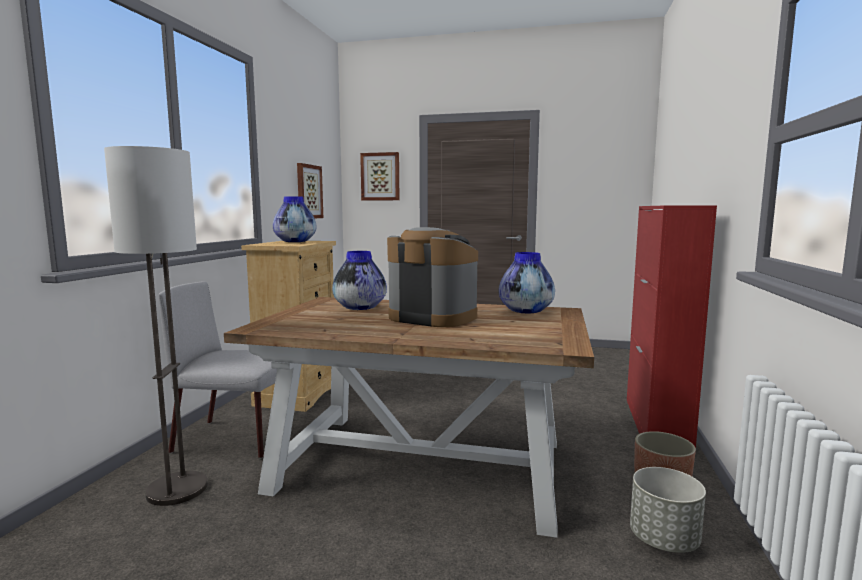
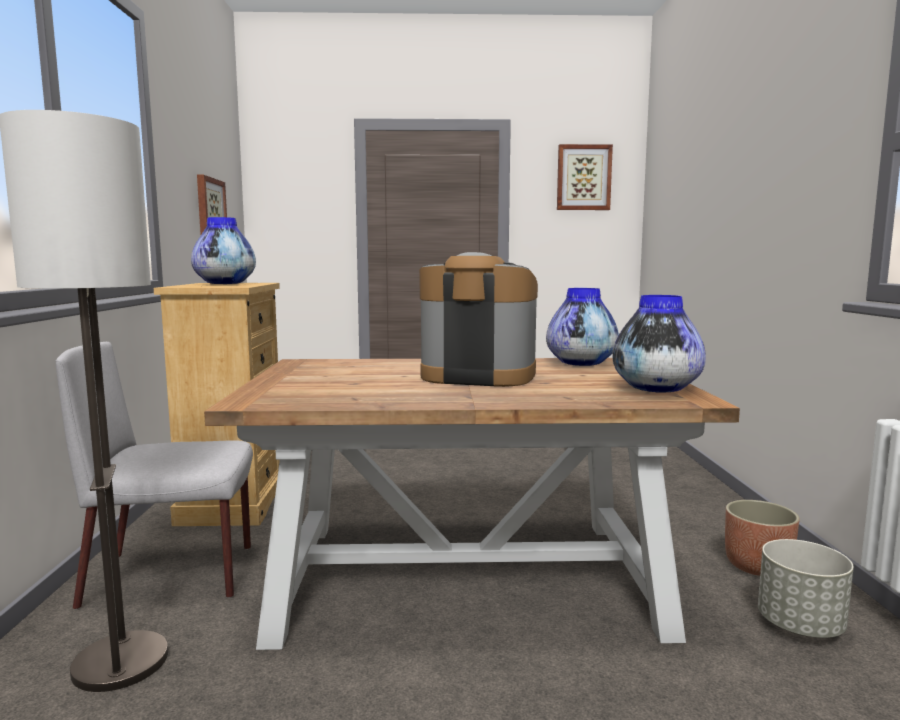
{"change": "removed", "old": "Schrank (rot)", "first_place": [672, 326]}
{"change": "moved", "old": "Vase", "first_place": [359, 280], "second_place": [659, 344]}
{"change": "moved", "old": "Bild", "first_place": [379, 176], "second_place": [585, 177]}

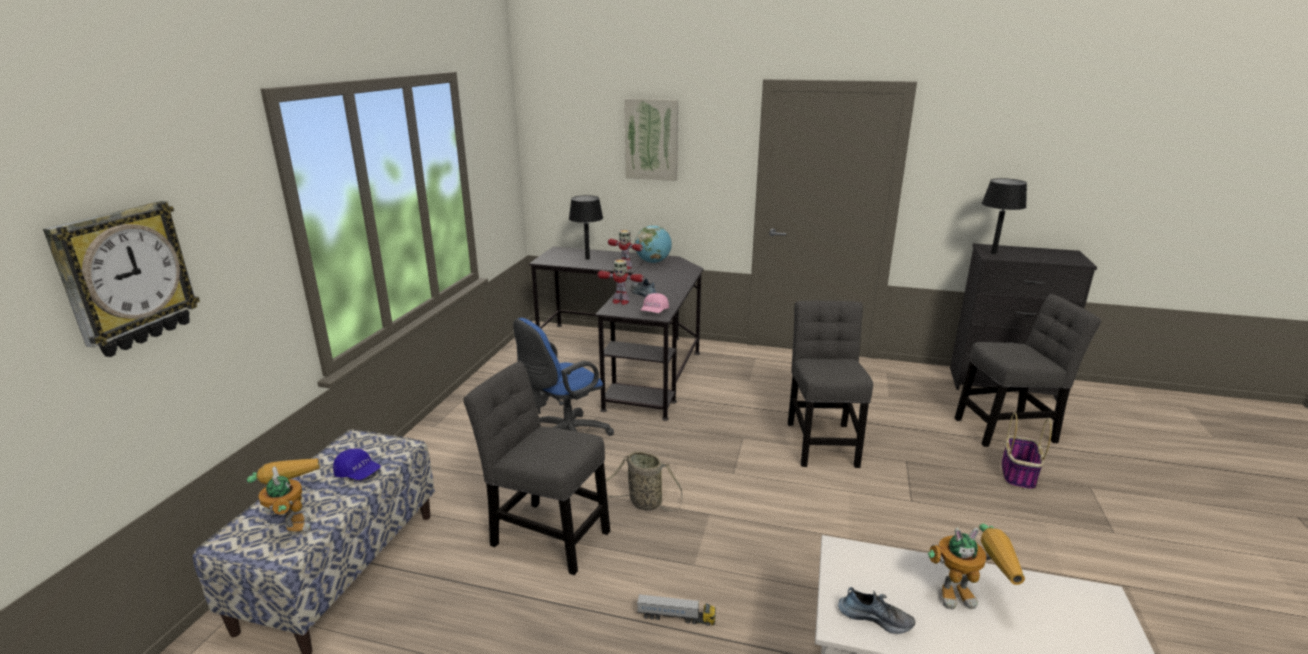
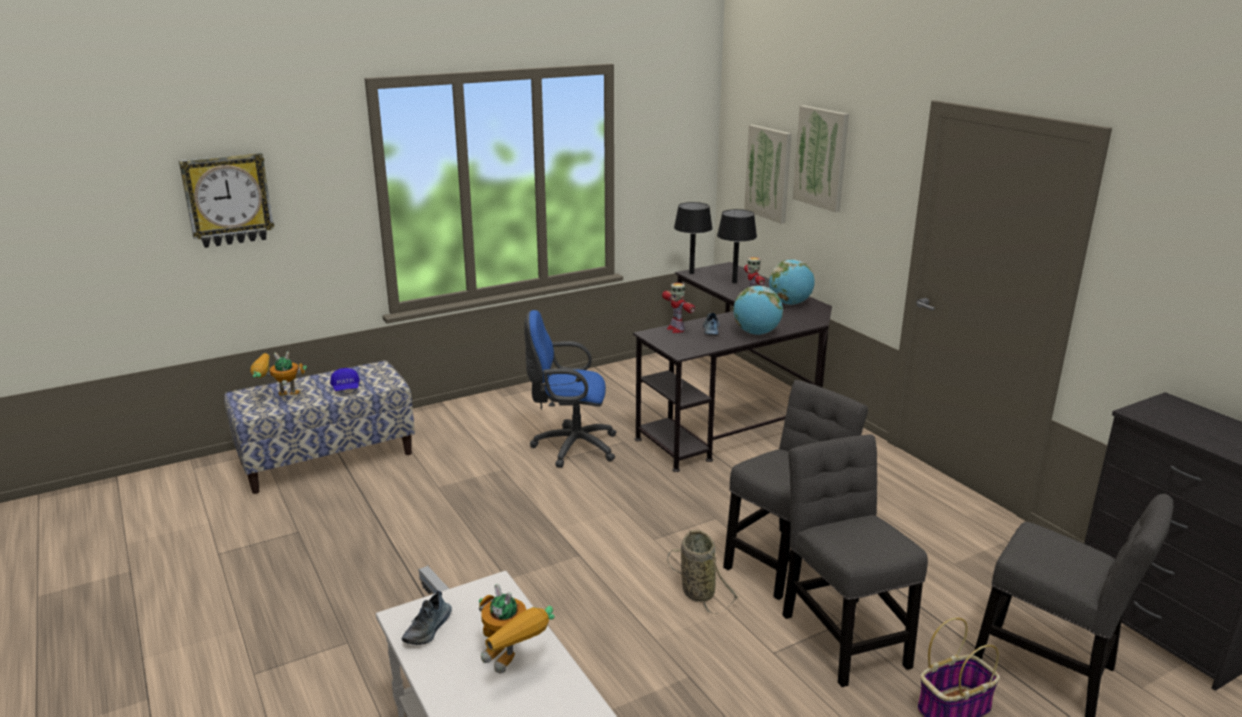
{"change": "removed", "old": "Kappe (rosa)", "first_place": [655, 303]}
{"change": "added", "new": "Globus", "second_place": [758, 310]}
{"change": "added", "new": "Bild", "second_place": [768, 174]}
{"change": "moved", "old": "Stuhl (grau)", "first_place": [536, 468], "second_place": [855, 560]}
{"change": "moved", "old": "Korb", "first_place": [644, 481], "second_place": [702, 572]}
{"change": "moved", "old": "Tischlampe (schwarz)", "first_place": [1004, 216], "second_place": [693, 238]}
{"change": "turned", "old": "Spielzeugroboter", "first_place": [283, 495], "second_place": [278, 374], "degrees": -120}
{"change": "turned", "old": "Schuh", "first_place": [876, 610], "second_place": [427, 617], "degrees": 45}

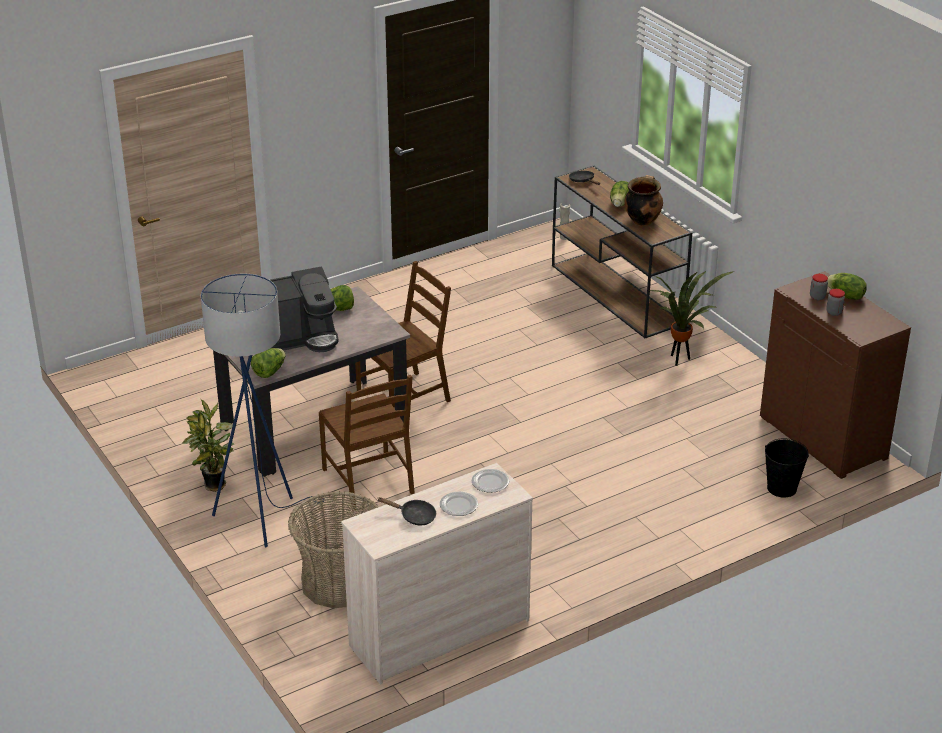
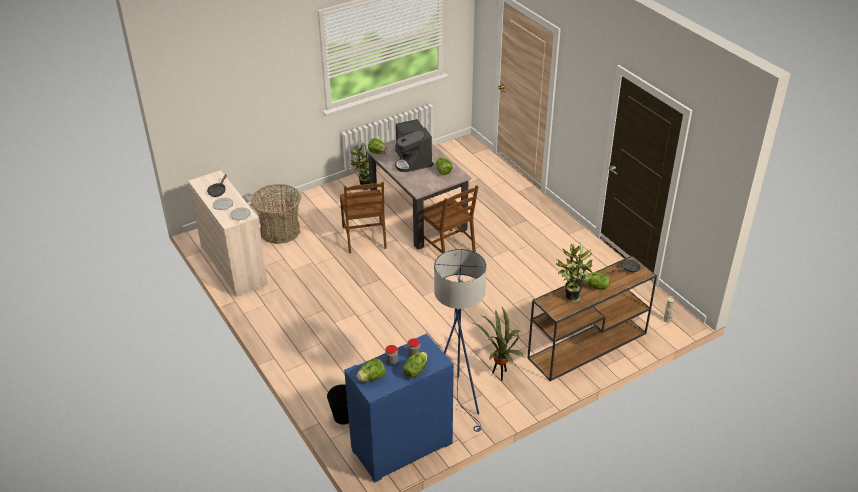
{"change": "added", "new": "Salatkopf", "second_place": [371, 369]}
{"change": "moved", "old": "Stehlampe (blau)", "first_place": [262, 410], "second_place": [460, 340]}
{"change": "replaced", "old": "Kochtopf", "new": "Topfpflanze", "first_place": [643, 200], "second_place": [574, 272]}
{"change": "recoloured", "old": "Schrank (braun)", "new": "Schrank (blau)", "first_place": [835, 375], "second_place": [399, 408]}
{"change": "turned", "old": "Stuhl (braun)", "first_place": [367, 442], "second_place": [363, 217], "degrees": -75}

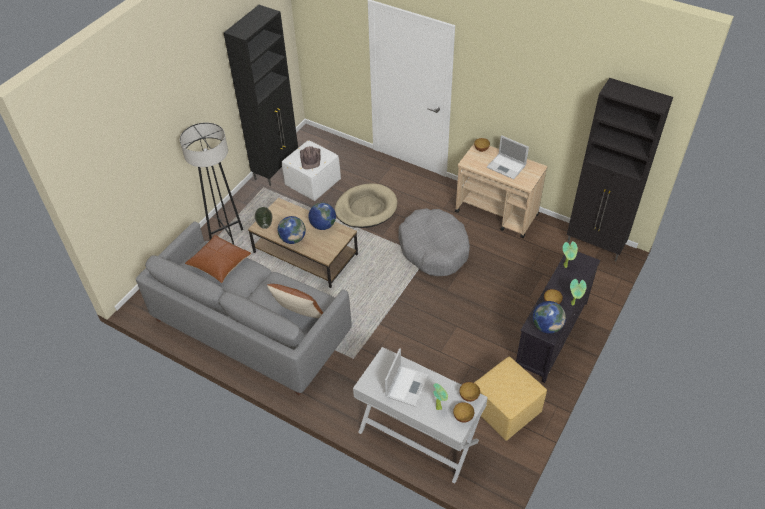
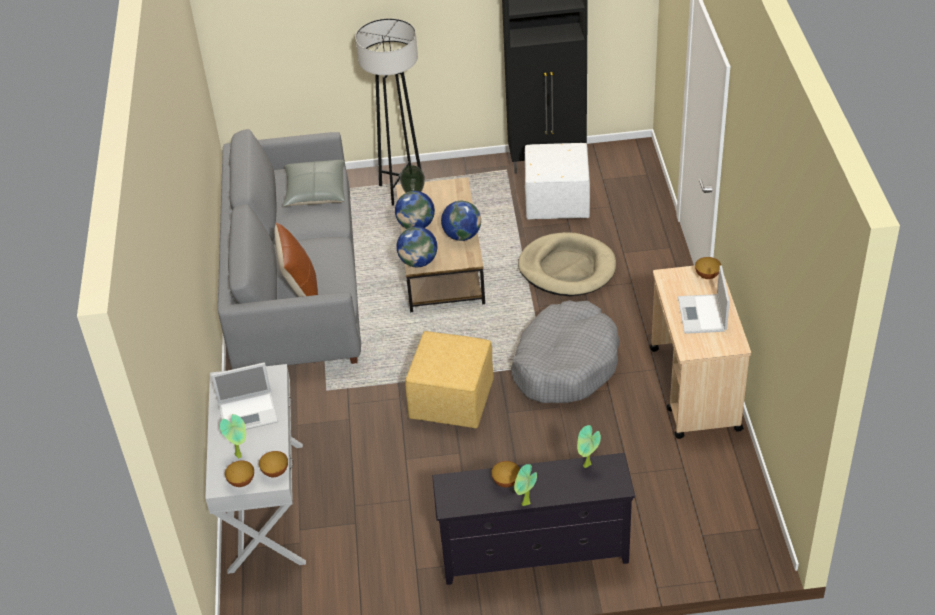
{"change": "removed", "old": "Hut (braun)", "first_place": [310, 157]}
{"change": "removed", "old": "Schrank (schwarz)", "first_place": [620, 169]}
{"change": "moved", "old": "Polsterhocker (gelb)", "first_place": [510, 399], "second_place": [449, 379]}
{"change": "moved", "old": "Globus", "first_place": [549, 317], "second_place": [417, 246]}
{"change": "recoloured", "old": "Kissen (braun)", "new": "Kissen (grau)", "first_place": [218, 259], "second_place": [314, 183]}

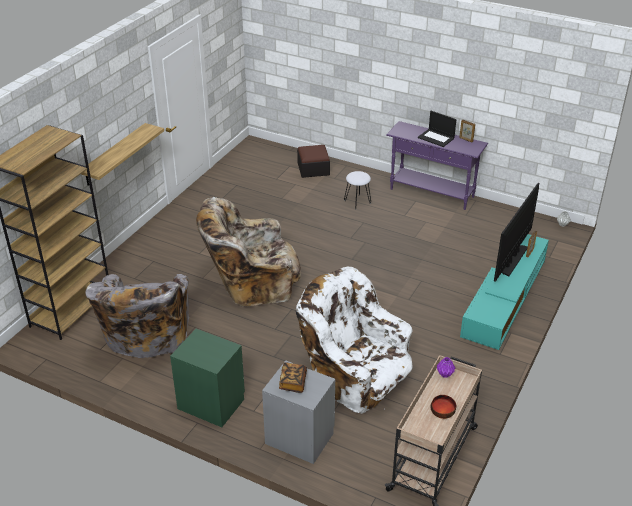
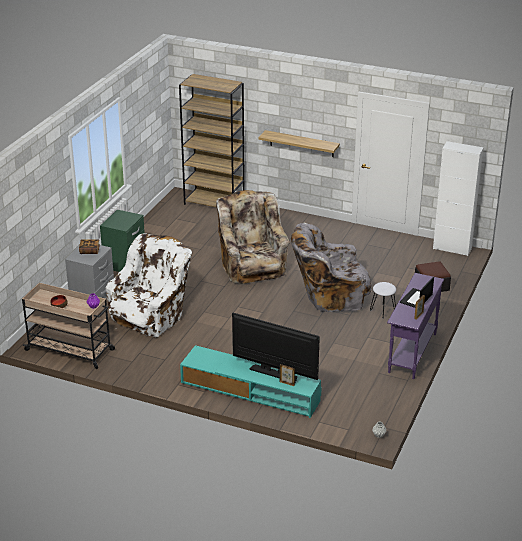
{"change": "added", "new": "Schrank (weiß)", "second_place": [458, 198]}
{"change": "moved", "old": "Sessel (grau)", "first_place": [137, 316], "second_place": [331, 267]}

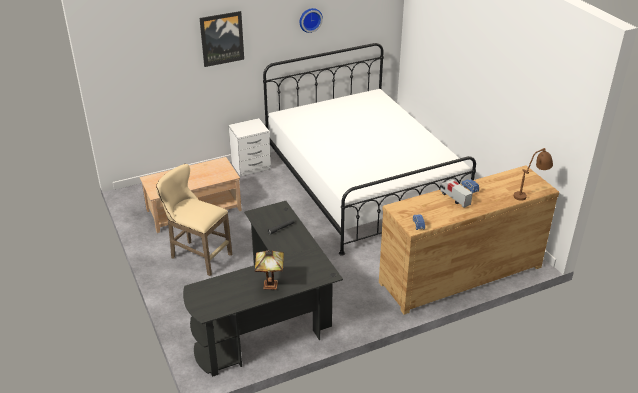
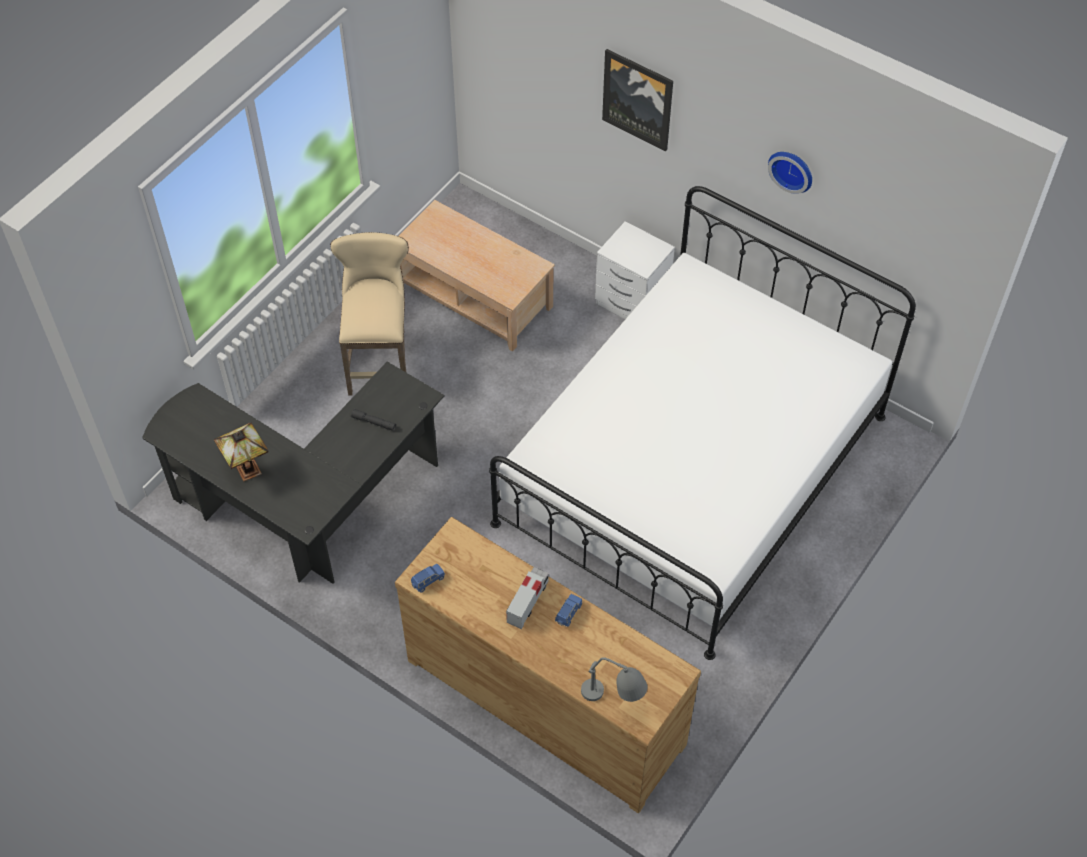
{"change": "recoloured", "old": "Tischlampe (braun)", "new": "Tischlampe (grau)", "first_place": [533, 174], "second_place": [614, 679]}

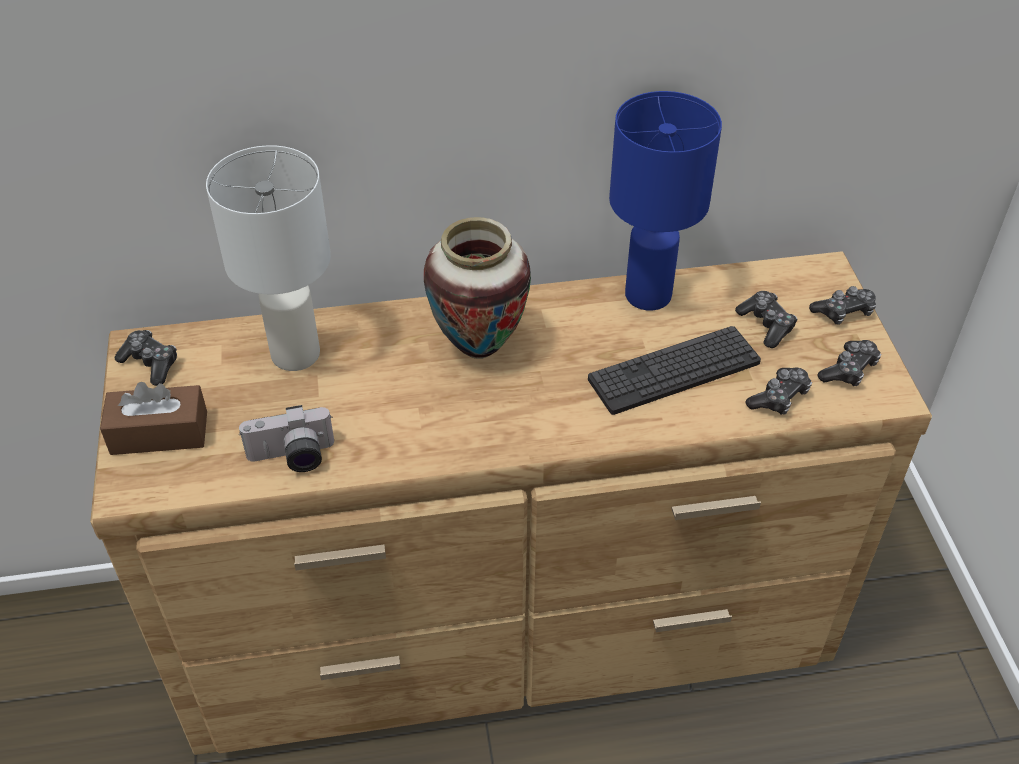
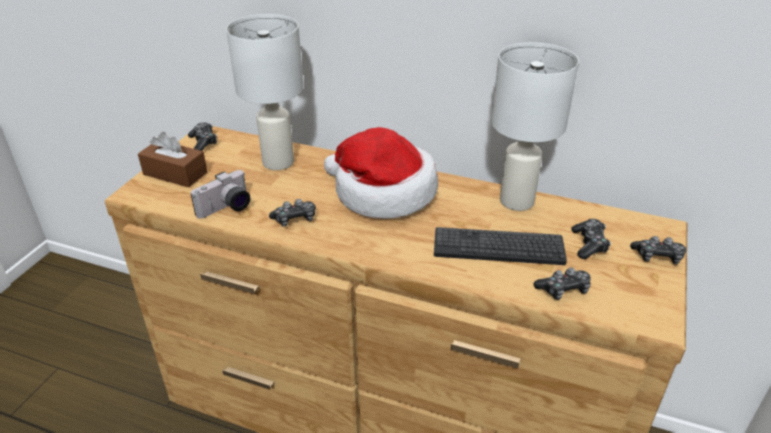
{"change": "moved", "old": "Gamepad", "first_place": [849, 363], "second_place": [292, 213]}
{"change": "replaced", "old": "Vase", "new": "Hut", "first_place": [477, 288], "second_place": [381, 173]}
{"change": "recoloured", "old": "Tischlampe (blau)", "new": "Tischlampe (weiß)", "first_place": [665, 201], "second_place": [535, 126]}
{"change": "turned", "old": "Kamera", "first_place": [286, 438], "second_place": [220, 194], "degrees": -60}

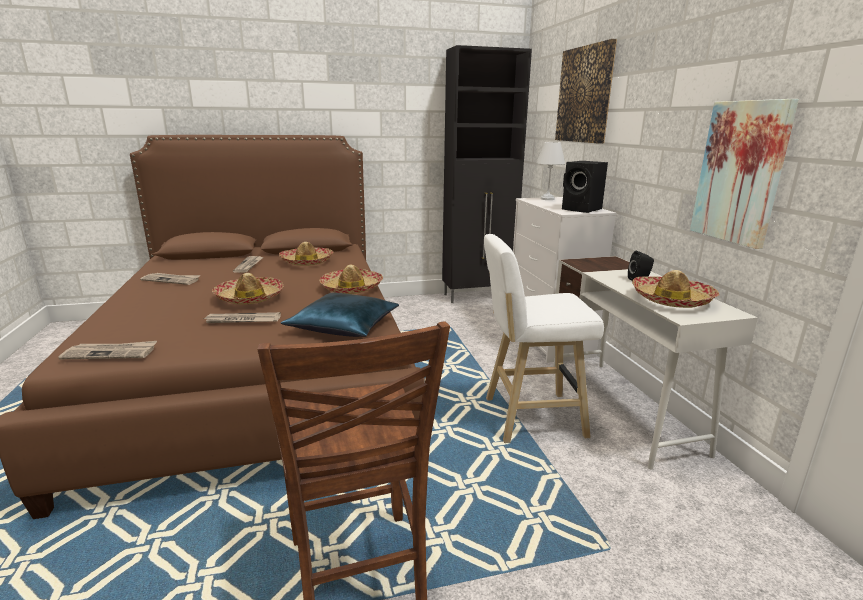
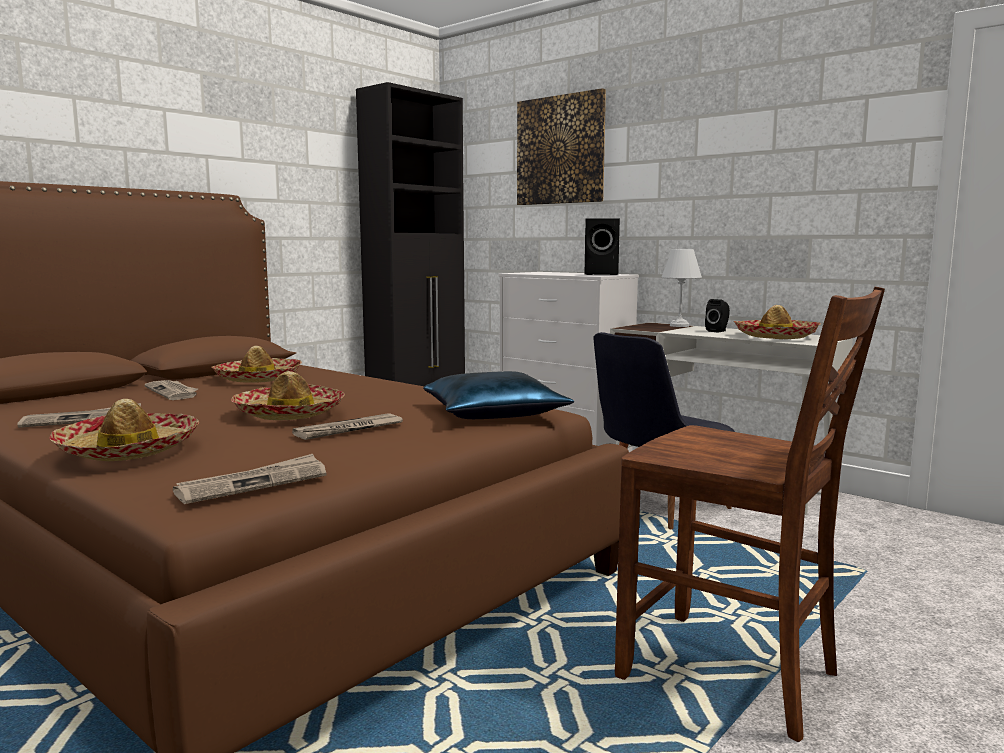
{"change": "removed", "old": "Bild", "first_place": [744, 174]}
{"change": "moved", "old": "Hut", "first_place": [351, 279], "second_place": [124, 430]}
{"change": "moved", "old": "Tischlampe (weiß)", "first_place": [550, 171], "second_place": [682, 288]}
{"change": "replaced", "old": "Hocker (weiß)", "new": "Stuhl (schwarz)", "first_place": [544, 338], "second_place": [664, 430]}

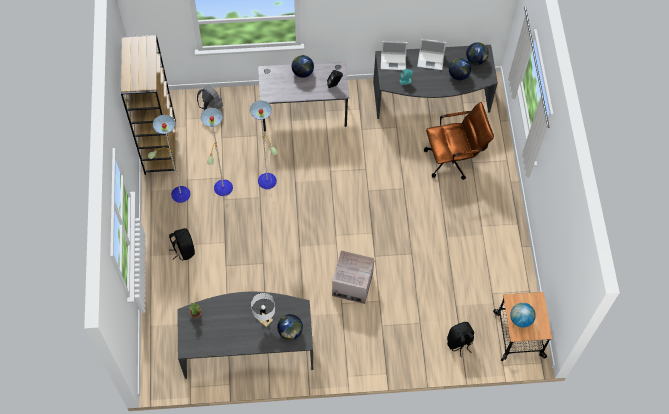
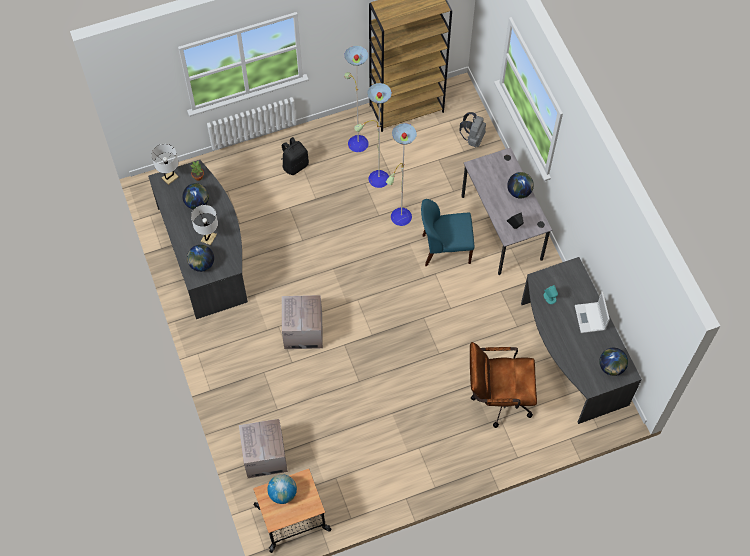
{"change": "removed", "old": "Laptop", "first_place": [394, 55]}
{"change": "added", "new": "Tischlampe (weiß)", "second_place": [165, 164]}
{"change": "added", "new": "Stuhl (blau)", "second_place": [447, 232]}
{"change": "moved", "old": "Globus", "first_place": [460, 69], "second_place": [195, 196]}
{"change": "replaced", "old": "Rucksack (schwarz)", "new": "Karton", "first_place": [460, 339], "second_place": [263, 448]}
{"change": "turned", "old": "Bürostuhl (braun)", "first_place": [459, 141], "second_place": [503, 385], "degrees": 120}

